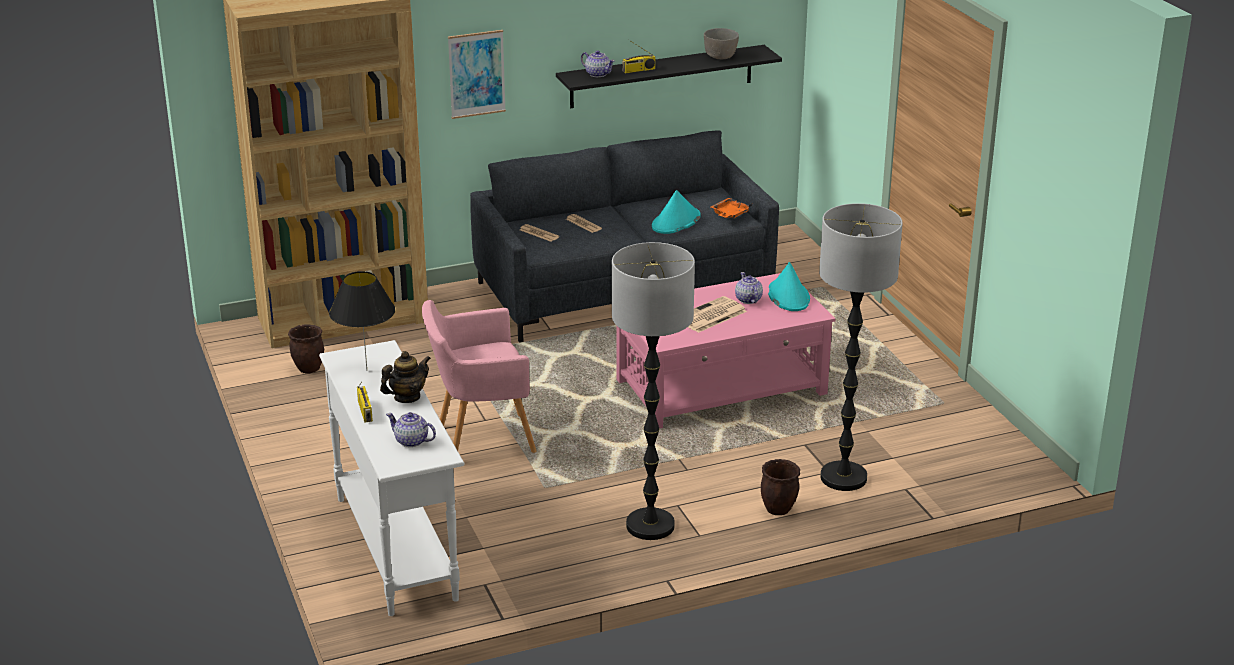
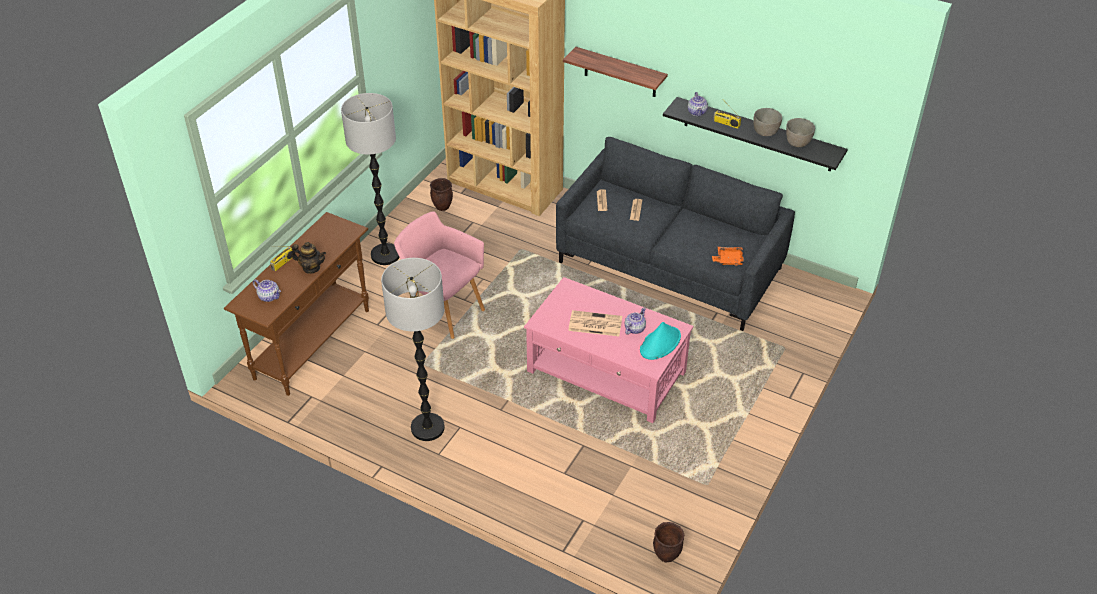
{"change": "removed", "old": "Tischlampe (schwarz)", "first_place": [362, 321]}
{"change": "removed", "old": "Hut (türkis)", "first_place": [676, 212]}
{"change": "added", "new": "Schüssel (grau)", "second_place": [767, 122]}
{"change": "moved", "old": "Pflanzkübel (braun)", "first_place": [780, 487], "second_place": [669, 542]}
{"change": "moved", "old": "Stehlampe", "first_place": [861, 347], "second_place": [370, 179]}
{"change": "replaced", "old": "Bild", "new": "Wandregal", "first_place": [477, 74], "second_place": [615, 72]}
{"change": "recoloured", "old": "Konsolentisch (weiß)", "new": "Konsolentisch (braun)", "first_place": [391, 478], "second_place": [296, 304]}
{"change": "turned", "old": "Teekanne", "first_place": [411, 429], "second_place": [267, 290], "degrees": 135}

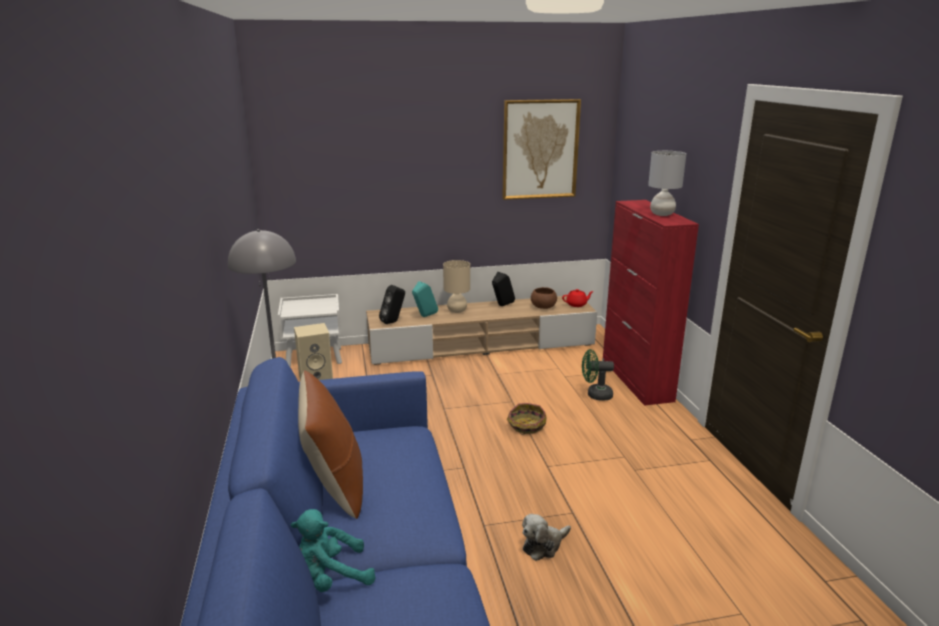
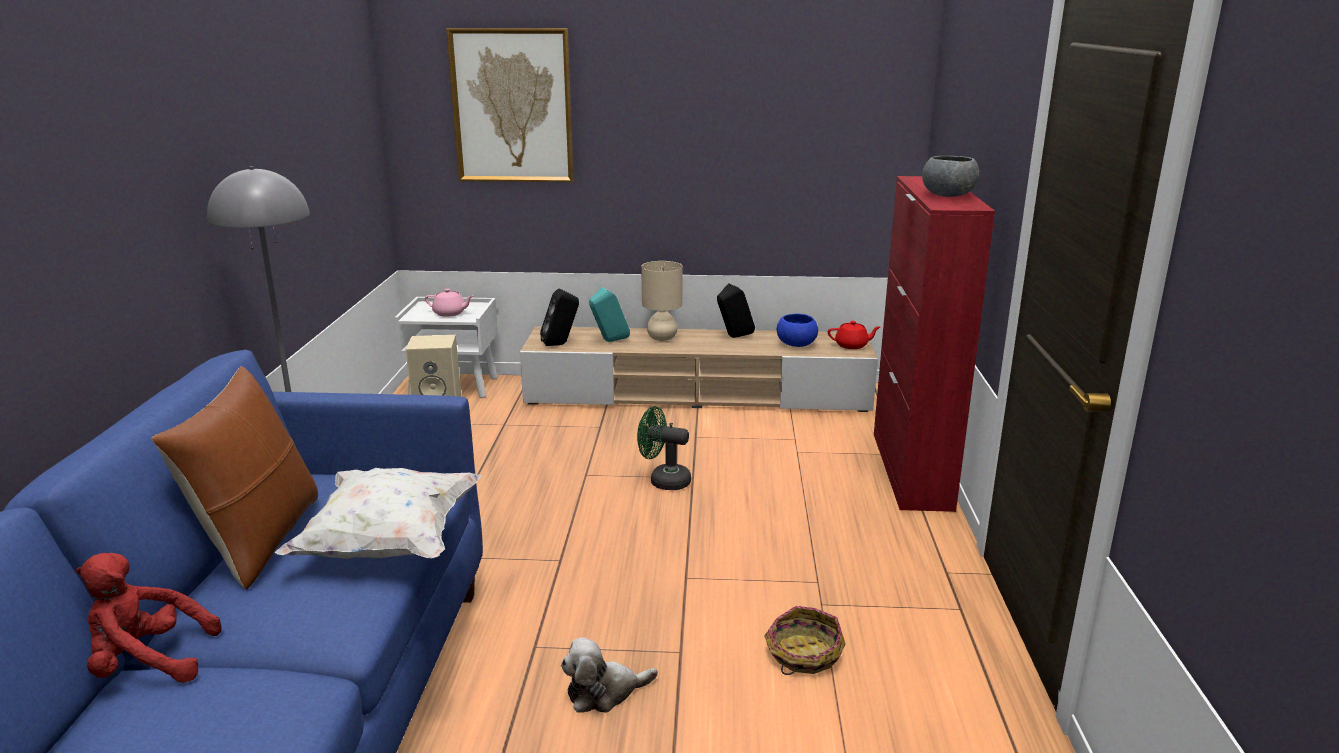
{"change": "added", "new": "Kissen (weiß)", "second_place": [378, 513]}
{"change": "added", "new": "Teekanne (rosa)", "second_place": [449, 303]}
{"change": "moved", "old": "Bild", "first_place": [541, 149], "second_place": [510, 105]}
{"change": "moved", "old": "Korb", "first_place": [527, 419], "second_place": [804, 640]}
{"change": "moved", "old": "Ventilator (grün)", "first_place": [598, 375], "second_place": [664, 448]}
{"change": "replaced", "old": "Tischlampe (grau)", "new": "Schüssel (grau)", "first_place": [667, 183], "second_place": [950, 176]}
{"change": "recoloured", "old": "Plüschtier (türkis)", "new": "Plüschtier (rot)", "first_place": [333, 550], "second_place": [149, 618]}
{"change": "recoloured", "old": "Schüssel (braun)", "new": "Schüssel (blau)", "first_place": [544, 298], "second_place": [797, 330]}

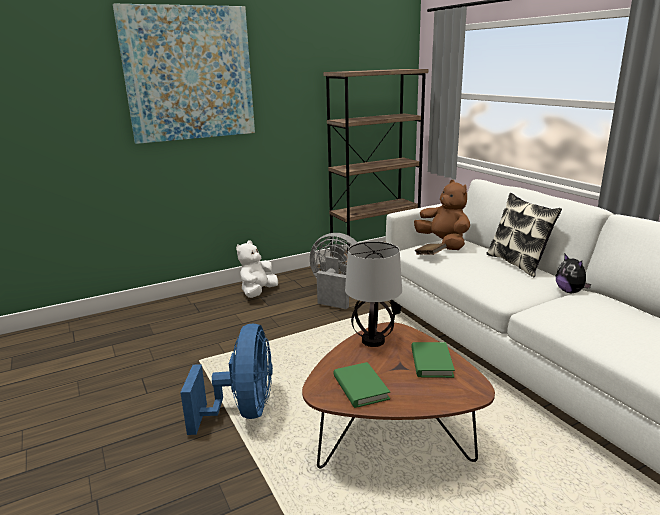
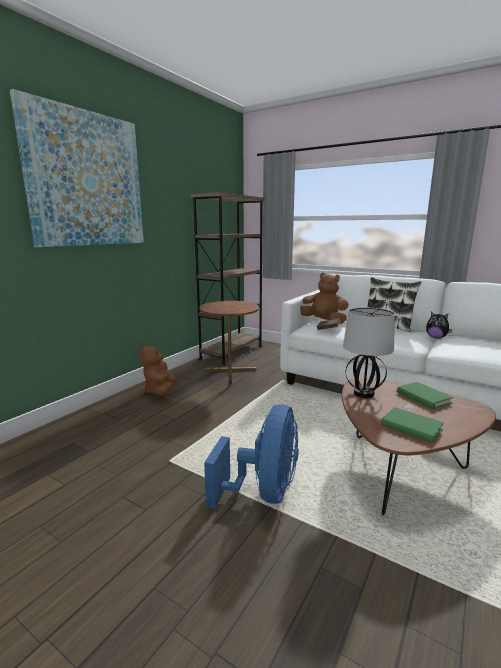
{"change": "replaced", "old": "Ventilator (grau)", "new": "Beistelltisch (braun)", "first_place": [334, 271], "second_place": [229, 343]}
{"change": "recoloured", "old": "Plüschtier (weiß)", "new": "Plüschtier (braun)", "first_place": [257, 269], "second_place": [157, 369]}
{"change": "turned", "old": "Ventilator (blau)", "first_place": [226, 379], "second_place": [251, 456], "degrees": 45}

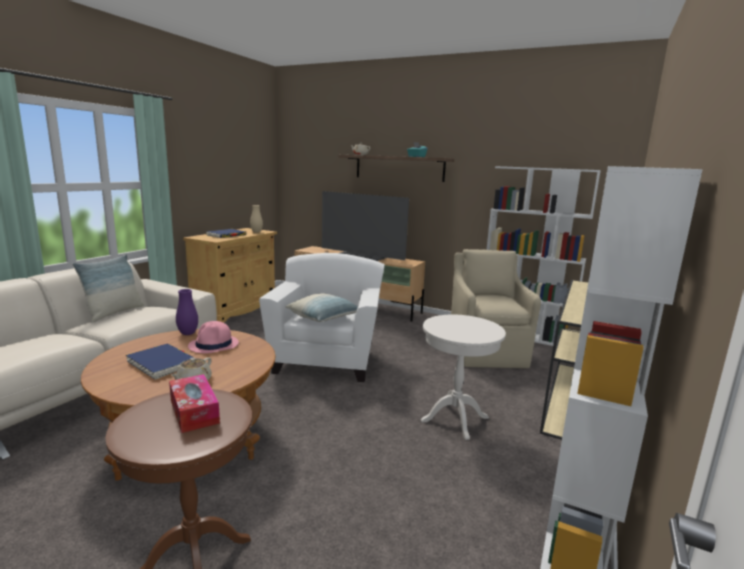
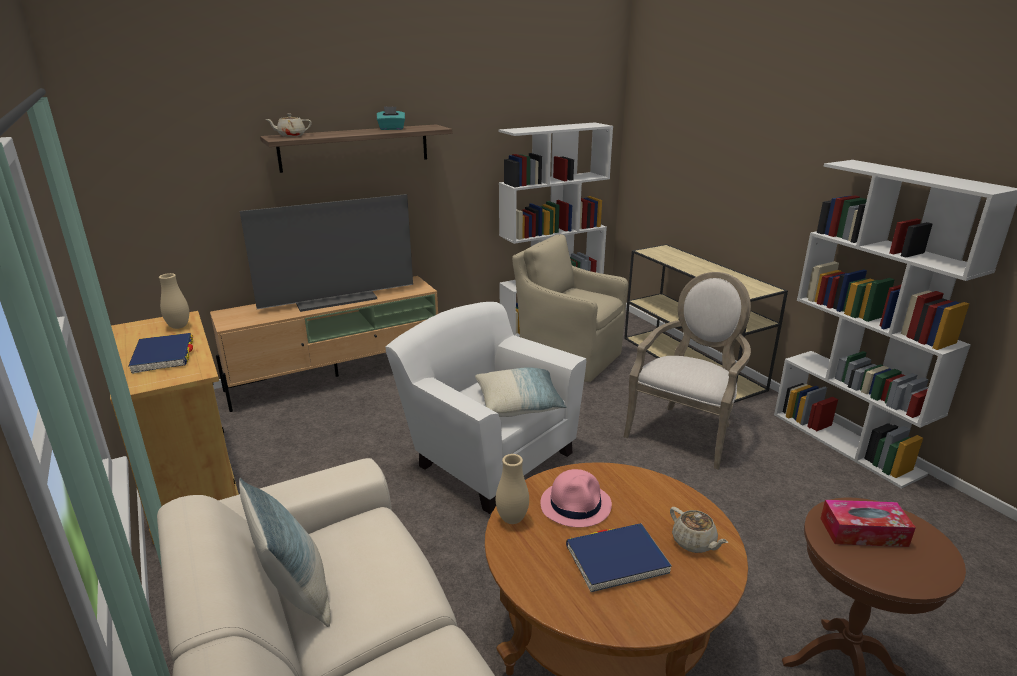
{"change": "replaced", "old": "Beistelltisch (weiß)", "new": "Sessel", "first_place": [463, 377], "second_place": [687, 370]}
{"change": "recoloured", "old": "Vase (lila)", "new": "Vase (beige)", "first_place": [187, 312], "second_place": [512, 489]}

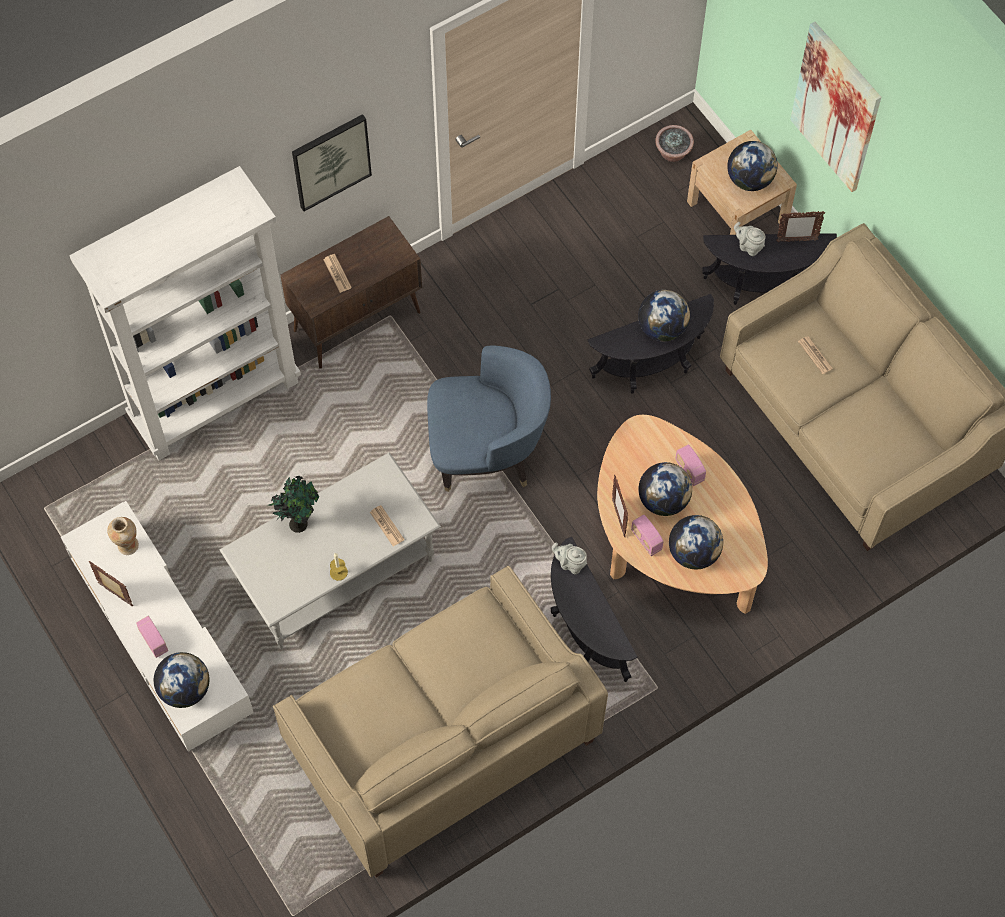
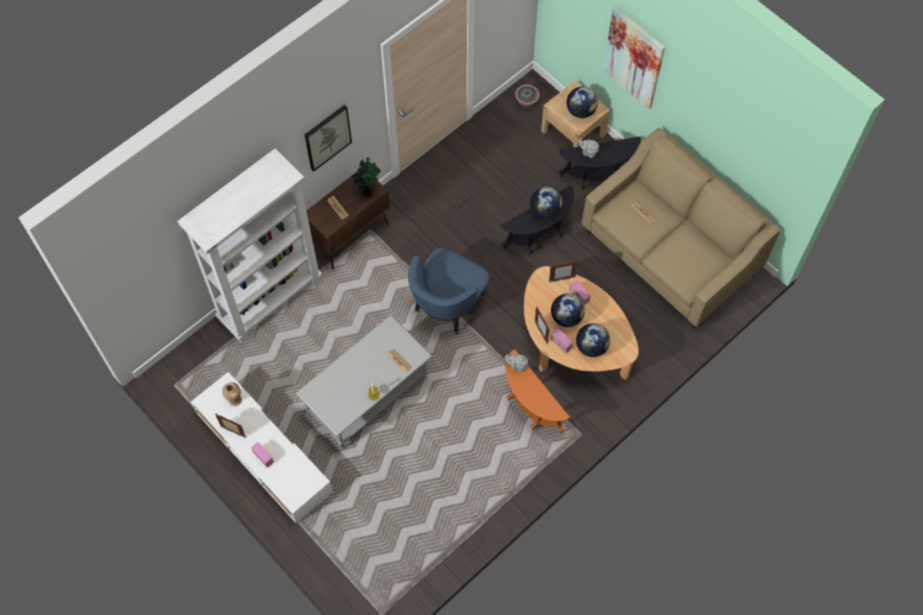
{"change": "removed", "old": "Globus", "first_place": [182, 680]}
{"change": "removed", "old": "Sofa (beige)", "first_place": [440, 721]}
{"change": "moved", "old": "Topfpflanze", "first_place": [293, 504], "second_place": [365, 178]}
{"change": "moved", "old": "Bilderrahmen", "first_place": [800, 226], "second_place": [563, 271]}
{"change": "recoloured", "old": "Beistelltisch (schwarz)", "new": "Beistelltisch (orange)", "first_place": [594, 609], "second_place": [538, 391]}
{"change": "turned", "old": "Sessel (blau)", "first_place": [489, 419], "second_place": [448, 291], "degrees": 135}

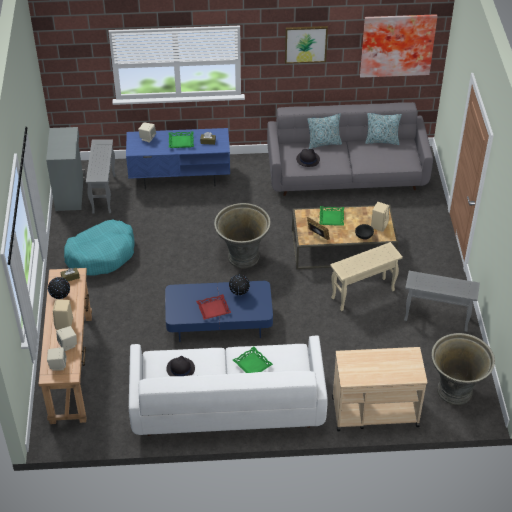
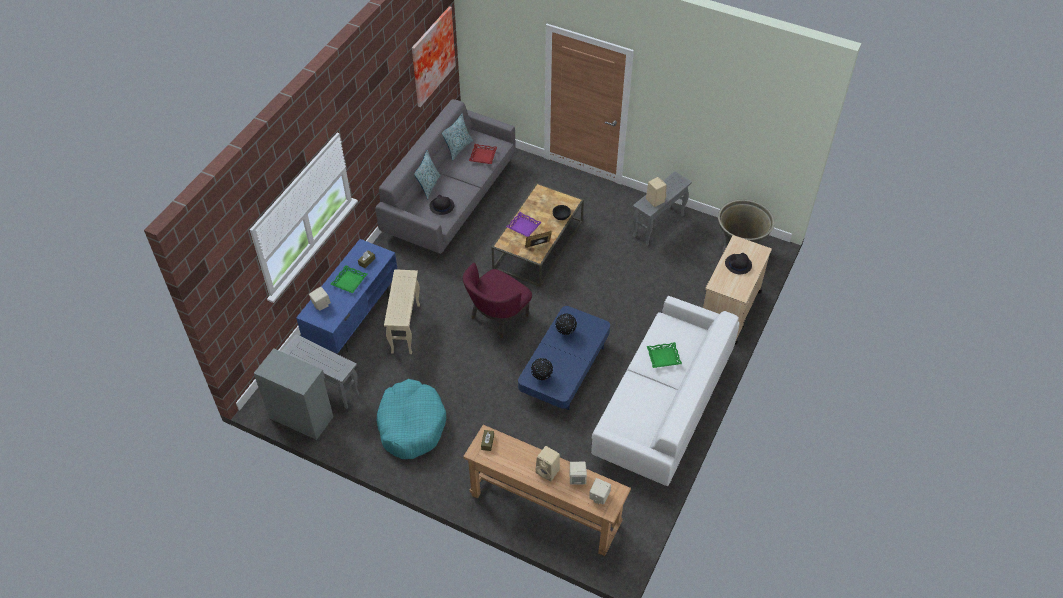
{"change": "removed", "old": "Bild", "first_place": [306, 45]}
{"change": "moved", "old": "Globus", "first_place": [59, 288], "second_place": [542, 369]}
{"change": "moved", "old": "Hut (schwarz)", "first_place": [180, 366], "second_place": [738, 263]}
{"change": "moved", "old": "Tablett (rot)", "first_place": [213, 307], "second_place": [483, 154]}
{"change": "moved", "old": "Beistelltisch (beige)", "first_place": [366, 276], "second_place": [402, 311]}
{"change": "moved", "old": "Lautsprecher (beige)", "first_place": [380, 217], "second_place": [656, 192]}
{"change": "replaced", "old": "Pflanzkübel (grau)", "new": "Sessel (lila)", "first_place": [242, 235], "second_place": [497, 300]}
{"change": "recoloured", "old": "Tablett (grün)", "new": "Tablett (lila)", "first_place": [331, 216], "second_place": [524, 224]}

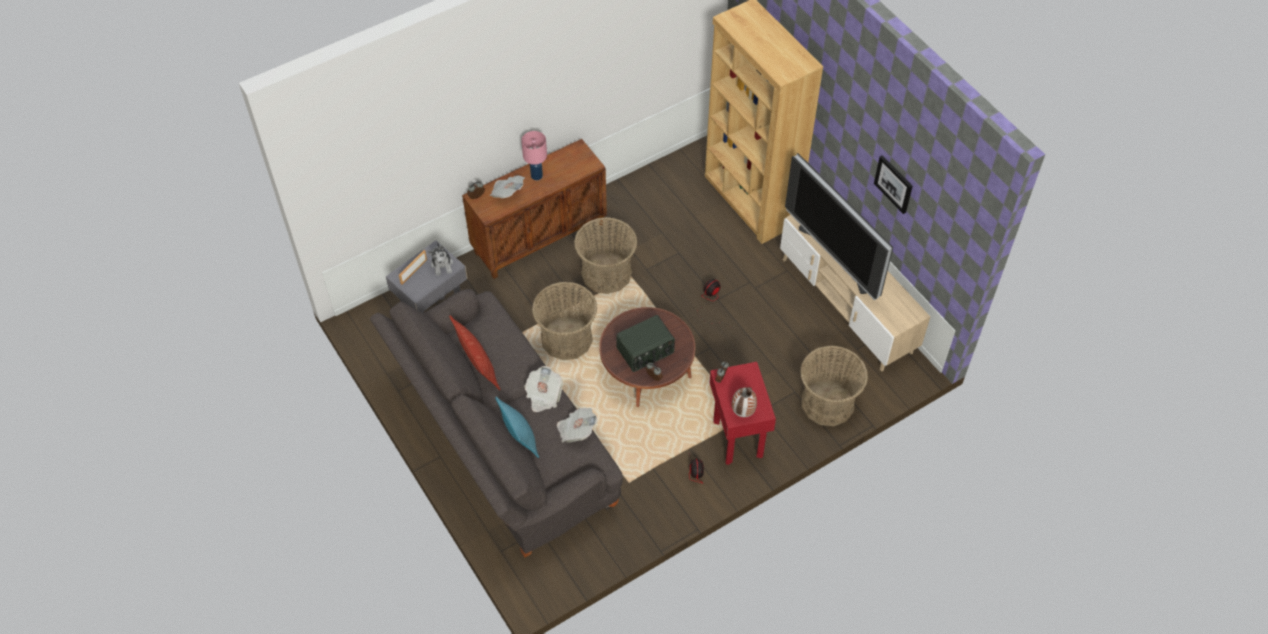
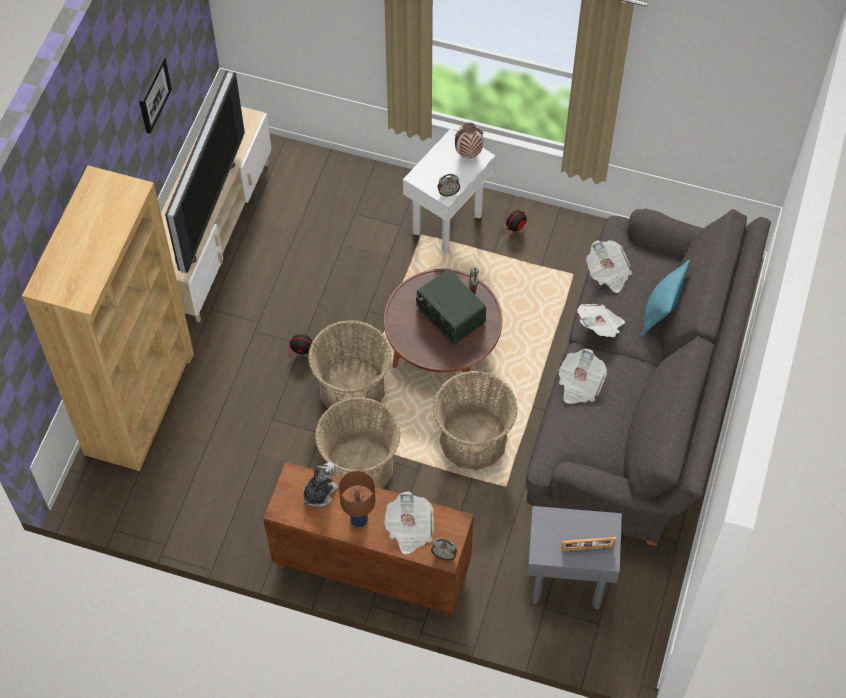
{"change": "removed", "old": "Kissen", "first_place": [474, 352]}
{"change": "added", "new": "Zeitung", "second_place": [582, 376]}
{"change": "moved", "old": "Plüschtier", "first_place": [440, 260], "second_place": [321, 484]}
{"change": "moved", "old": "Korb", "first_place": [834, 385], "second_place": [349, 369]}
{"change": "recoloured", "old": "Tischlampe (rosa)", "new": "Tischlampe (braun)", "first_place": [534, 155], "second_place": [357, 499]}
{"change": "recoloured", "old": "Beistelltisch (rot)", "new": "Beistelltisch (weiß)", "first_place": [742, 413], "second_place": [449, 191]}
{"change": "turned", "old": "Radio", "first_place": [645, 343], "second_place": [451, 307], "degrees": -150}

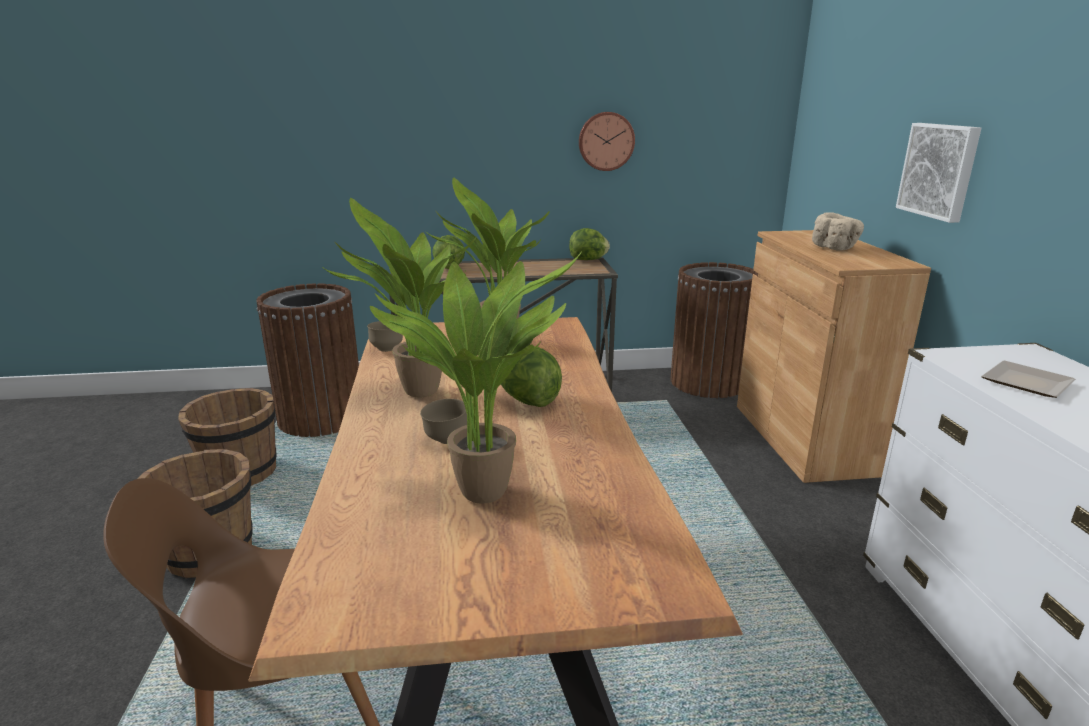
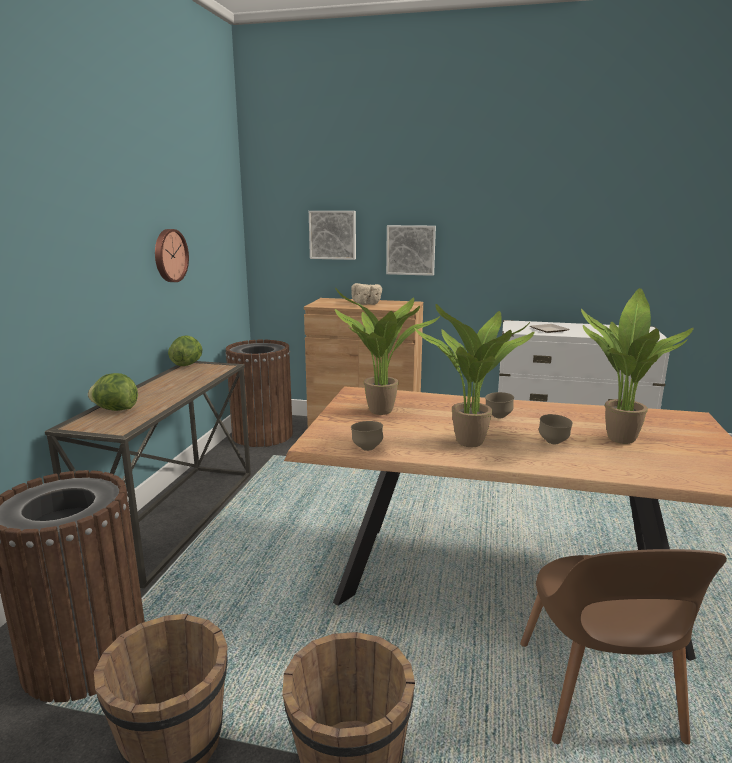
{"change": "added", "new": "Bild", "second_place": [332, 235]}
{"change": "replaced", "old": "Salatkopf", "new": "Schüssel (braun)", "first_place": [531, 376], "second_place": [499, 405]}

